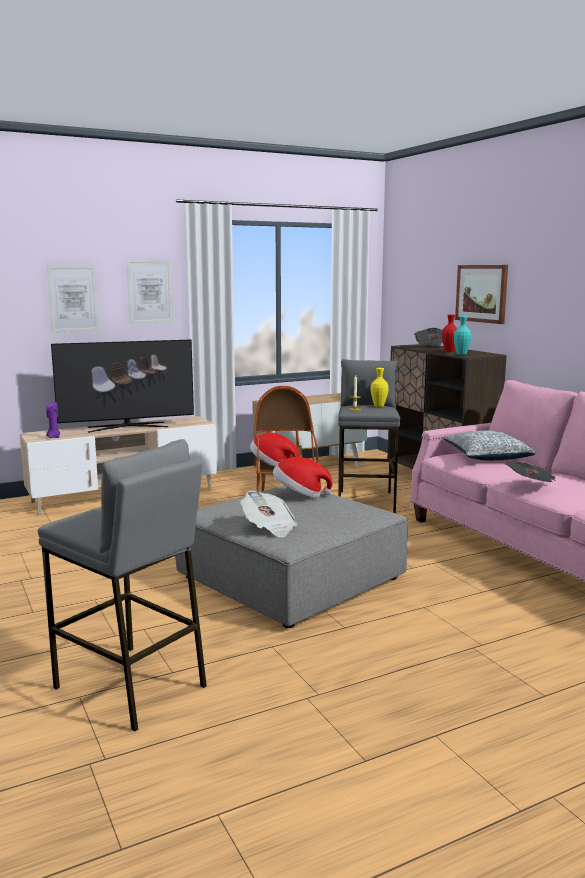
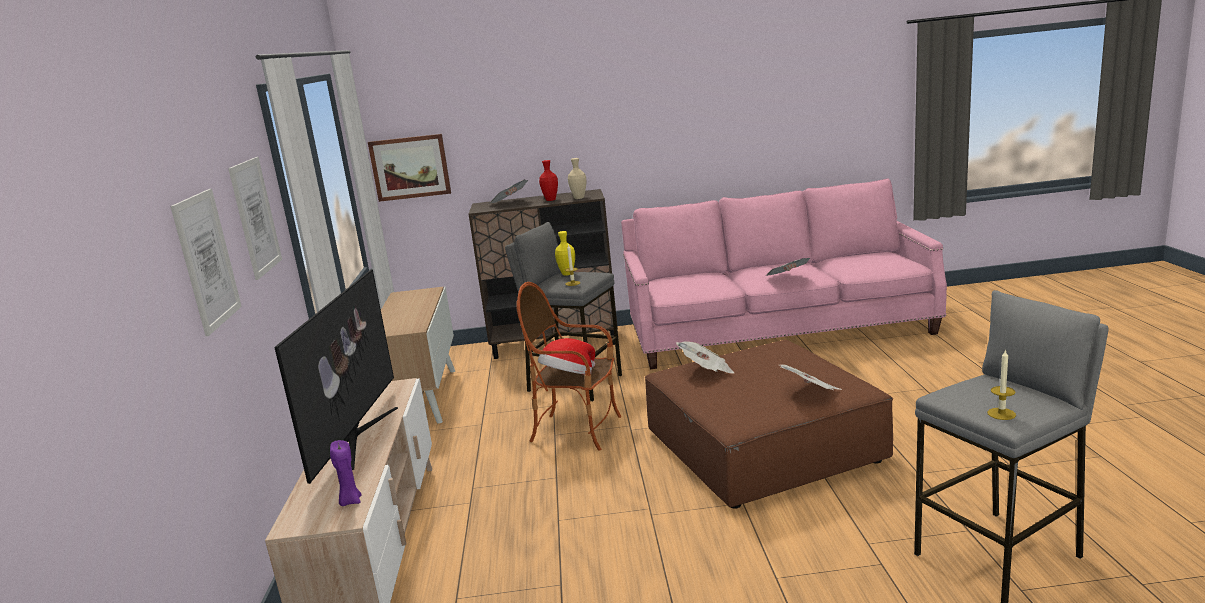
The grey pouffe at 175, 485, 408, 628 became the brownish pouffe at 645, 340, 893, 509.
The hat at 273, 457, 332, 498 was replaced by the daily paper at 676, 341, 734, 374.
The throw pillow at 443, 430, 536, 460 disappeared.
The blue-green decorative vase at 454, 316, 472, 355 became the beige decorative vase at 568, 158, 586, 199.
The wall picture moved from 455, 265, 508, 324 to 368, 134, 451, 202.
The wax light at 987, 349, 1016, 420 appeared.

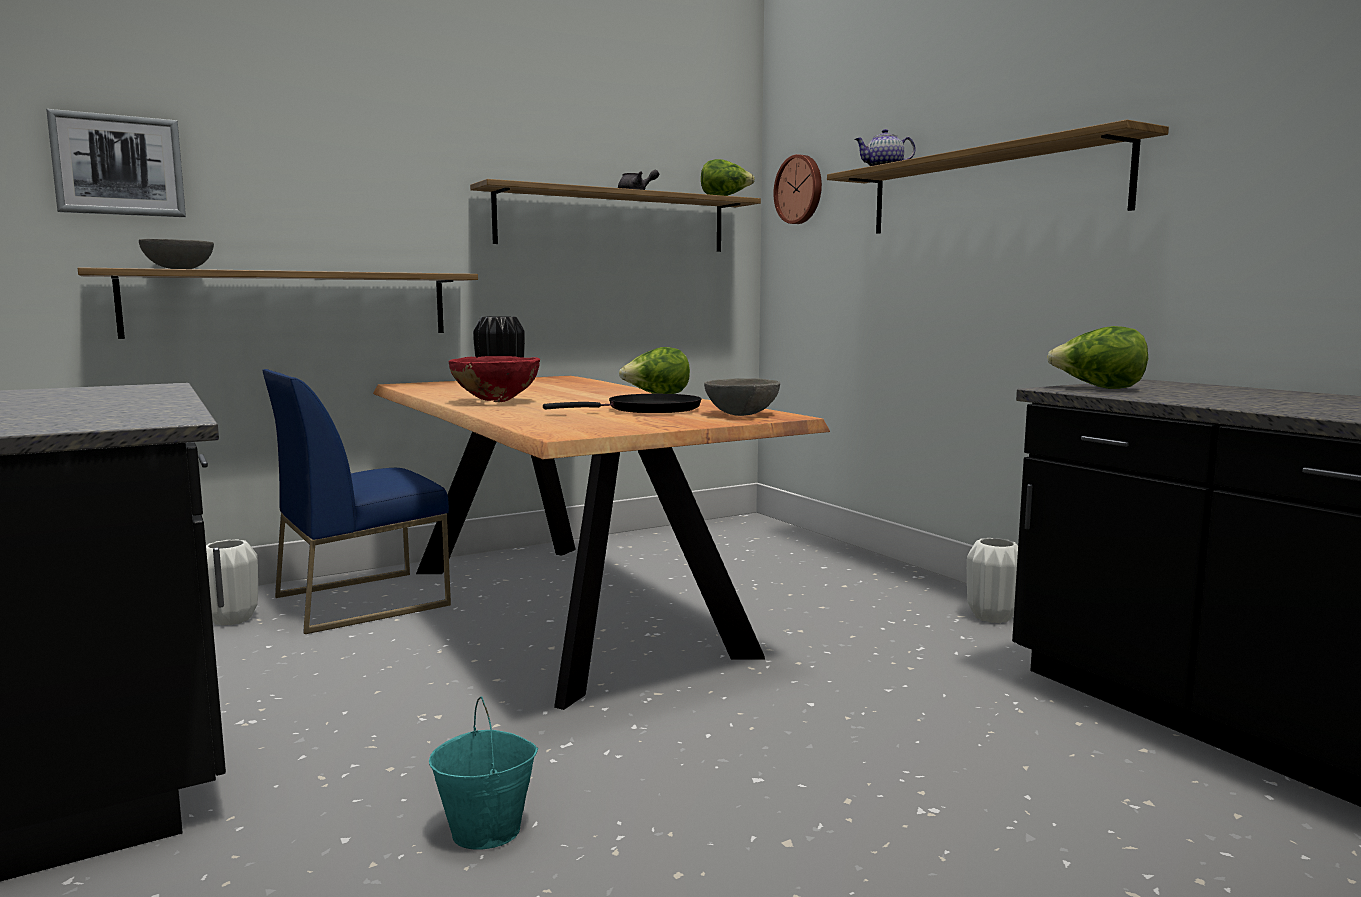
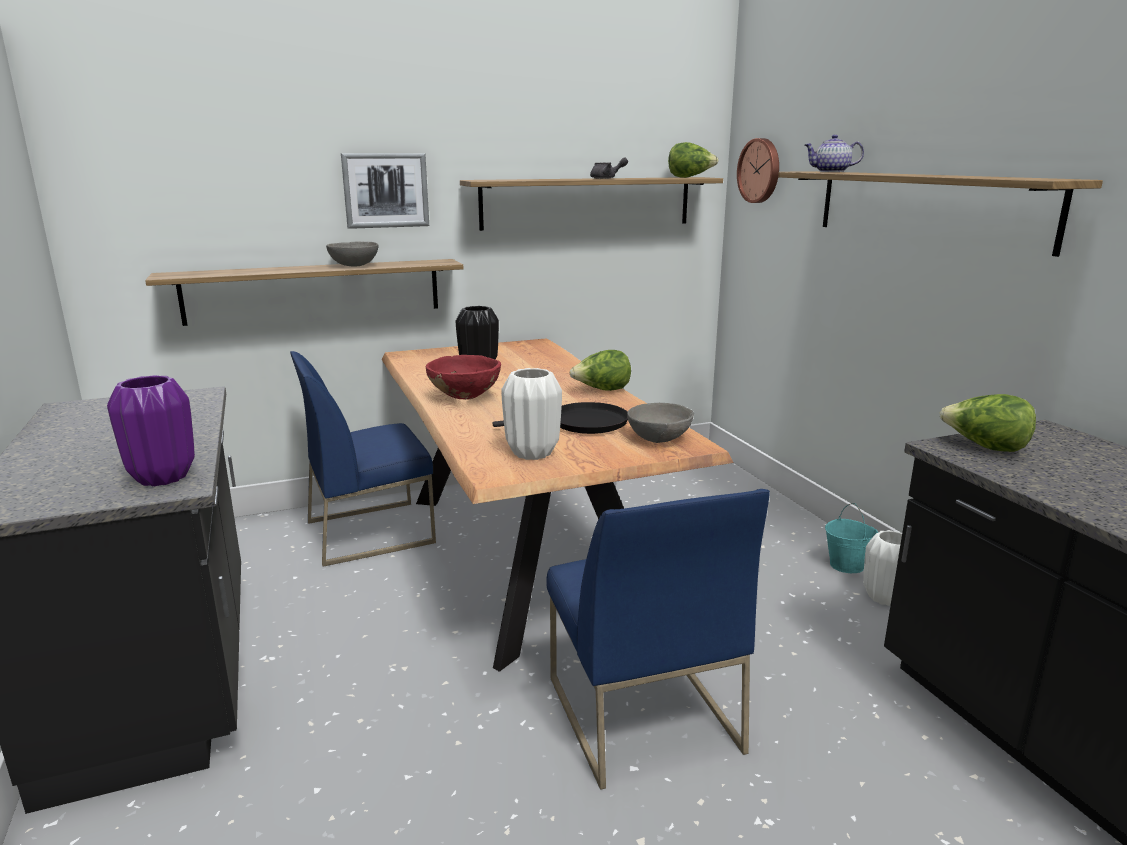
The wall picture moved from 46, 109, 186, 217 to 341, 153, 429, 229.
The grey deep dish moved from 139, 239, 214, 269 to 326, 241, 378, 266.
The white-coloured decorative vase moved from 206, 539, 258, 626 to 501, 368, 562, 460.
The blue-green pail moved from 429, 696, 538, 850 to 825, 503, 878, 573.
The purple decorative vase at 107, 375, 195, 486 appeared.
The blue-coloured chair at 546, 489, 770, 790 appeared.

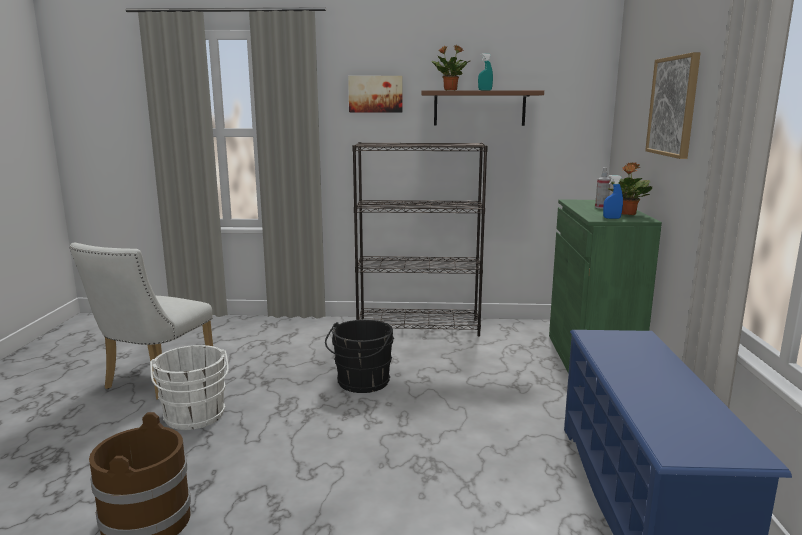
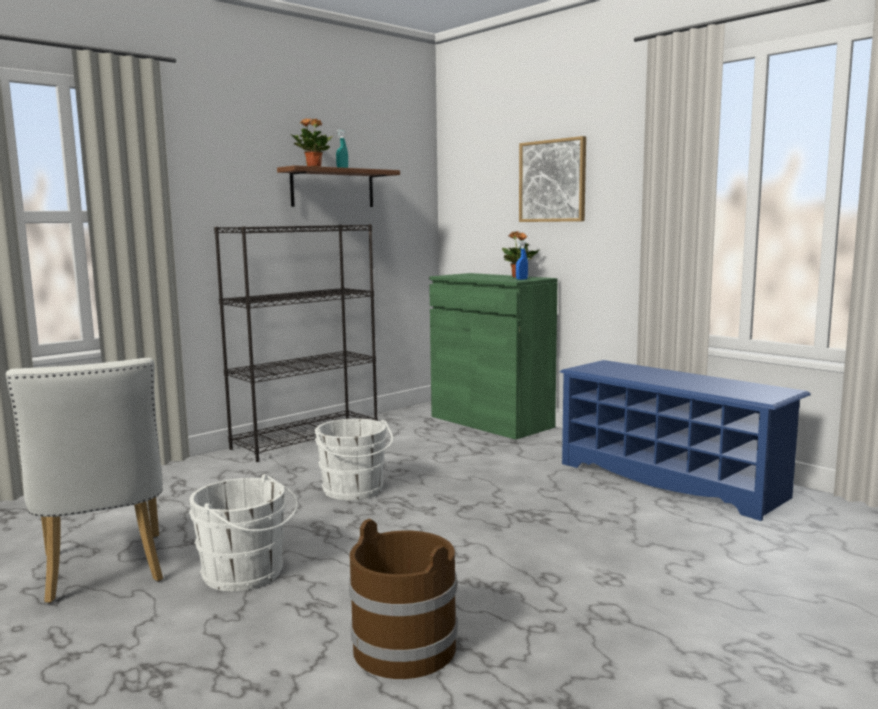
The black-coloured pail at 325, 320, 394, 393 became the white-coloured pail at 315, 419, 393, 500.
The wall picture at 348, 76, 403, 112 disappeared.
The hand sprayer at 595, 167, 611, 209 disappeared.

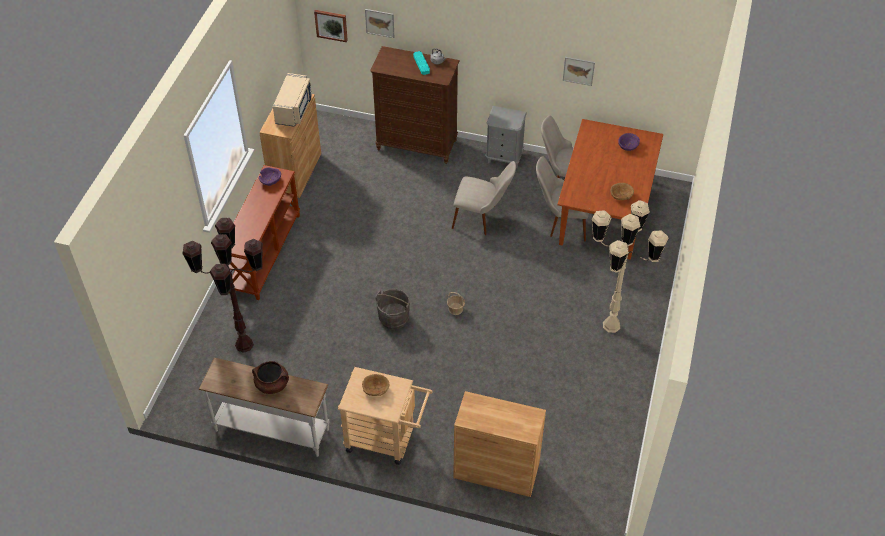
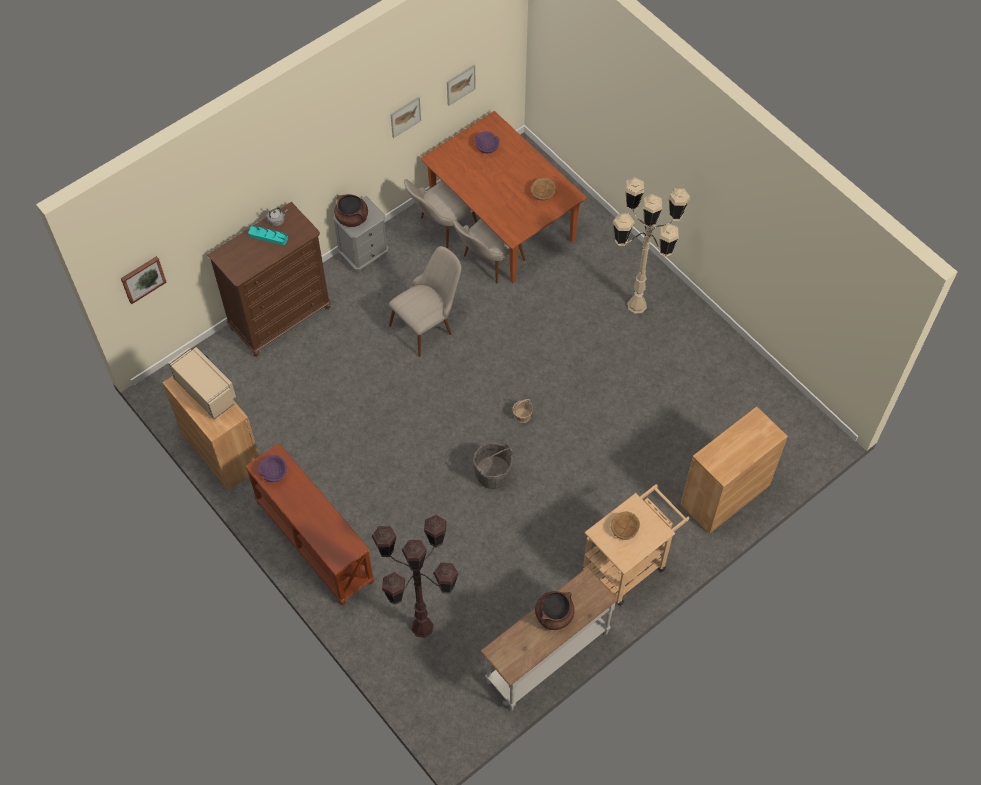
The wall picture moved from 365, 9, 394, 38 to 447, 65, 476, 106.
The brownish cooking pot at 334, 194, 368, 227 appeared.

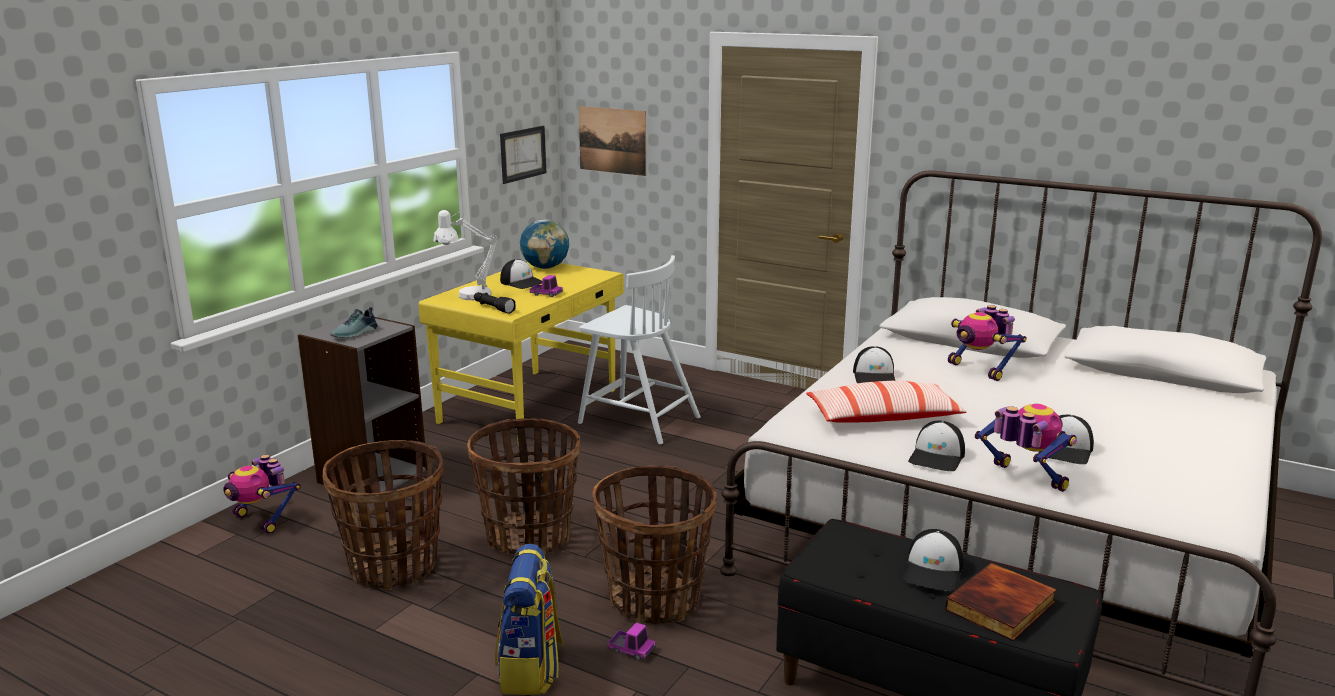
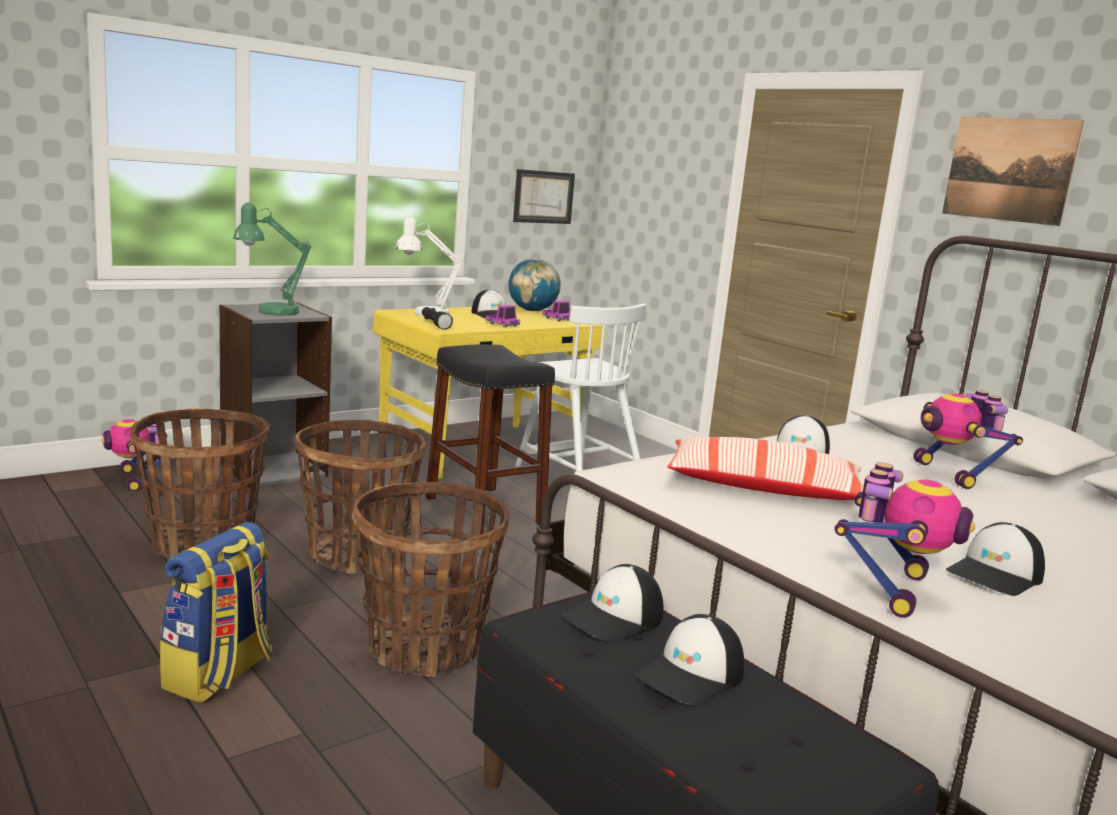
The shoe at 330, 307, 378, 338 was replaced by the greenish lamp for a table at 233, 203, 311, 316.
The wall picture moved from 579, 106, 646, 176 to 942, 117, 1084, 226.
The toy lorry moved from 607, 622, 656, 660 to 542, 301, 570, 321.
The baseball cap moved from 908, 421, 965, 471 to 562, 564, 663, 642.
The bound book at 945, 563, 1057, 641 disappeared.
The toy robot at 975, 404, 1077, 492 turned 45 degrees clockwise.
The black-coloured sitting stool at 426, 344, 555, 535 appeared.

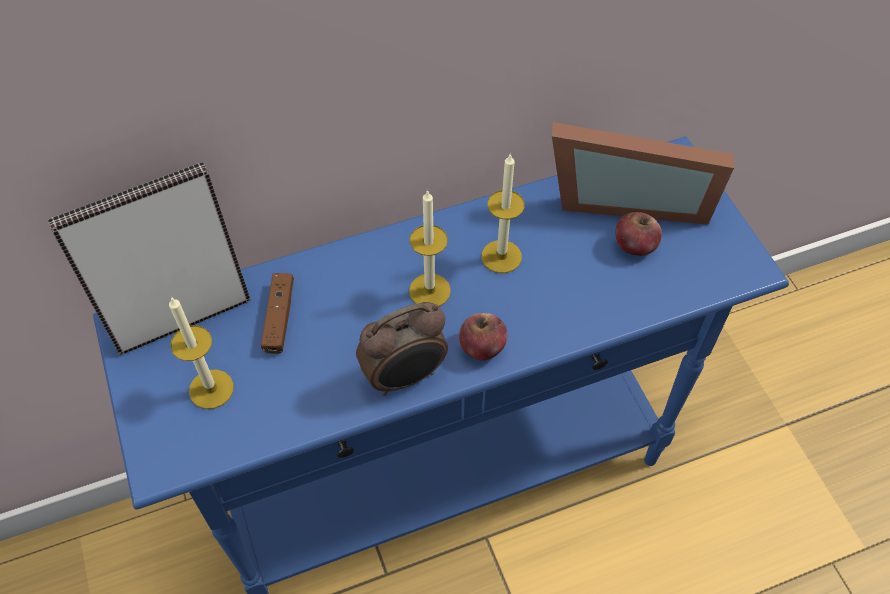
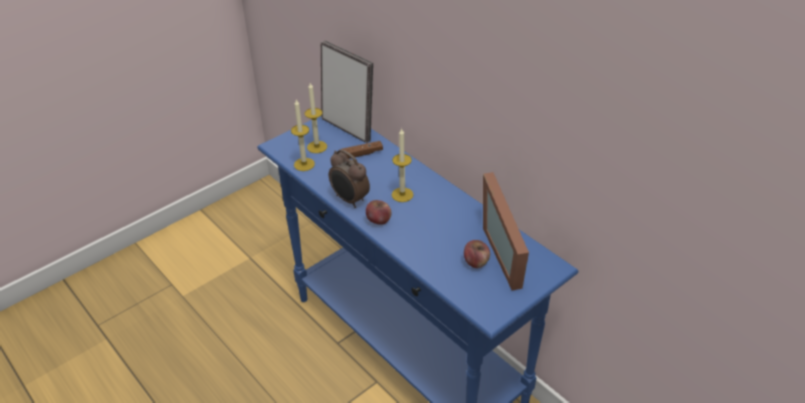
The wax light moved from 482, 153, 524, 273 to 291, 100, 315, 171.

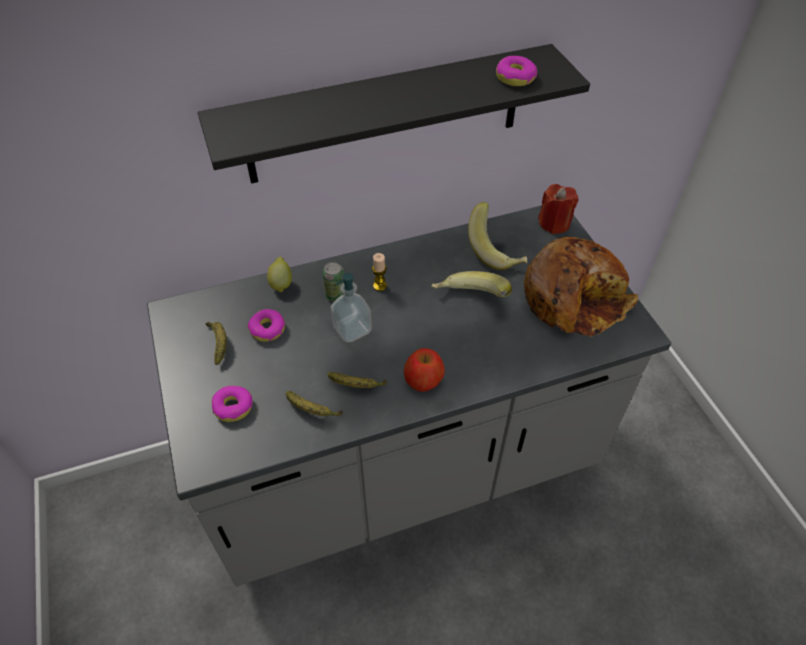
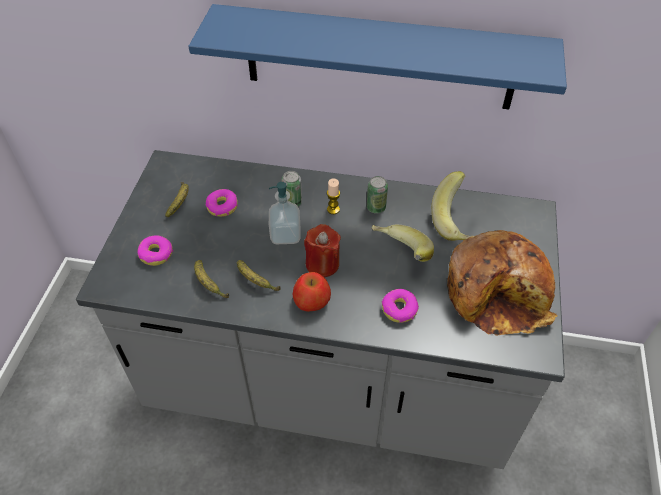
The black-coloured bracket shelf at 198, 44, 590, 184 became the blue-coloured bracket shelf at 189, 4, 567, 109.
The whole lemon at 267, 257, 292, 293 disappeared.
The donut moved from 496, 56, 537, 86 to 382, 289, 419, 323.
The reddish wax light moved from 538, 184, 578, 234 to 304, 224, 341, 277.
The sealed can at 367, 176, 388, 214 appeared.

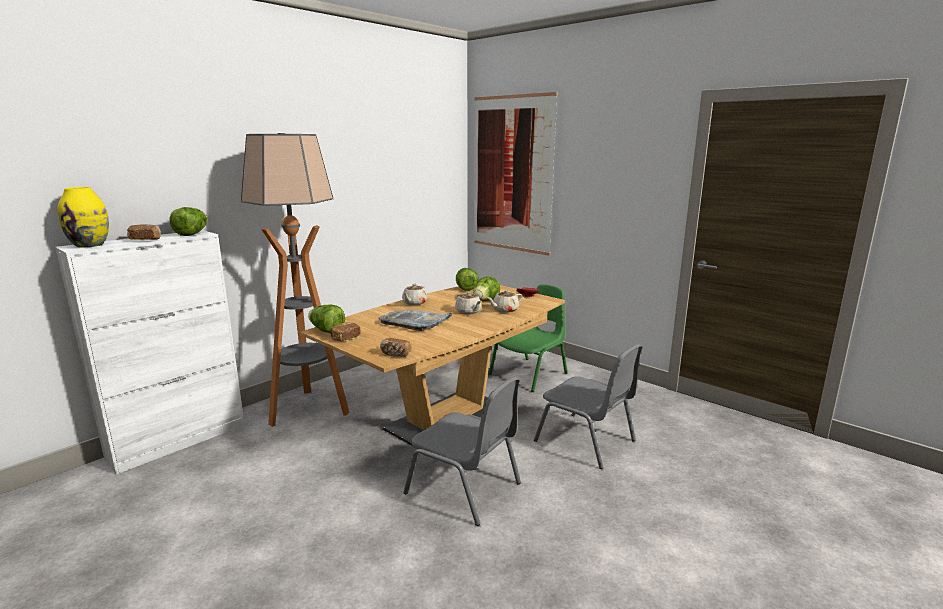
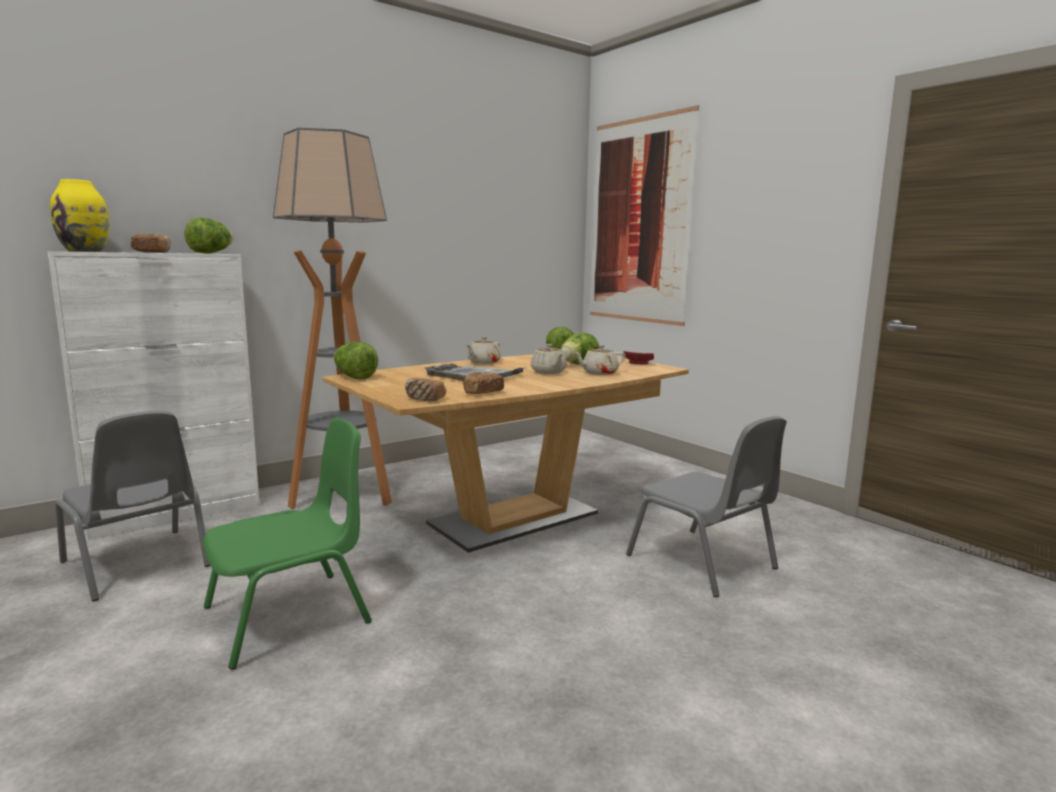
The bakery bread moved from 331, 322, 361, 341 to 464, 372, 504, 394.
The grey chair moved from 404, 377, 521, 526 to 55, 411, 210, 601.
The greenish chair moved from 489, 284, 568, 392 to 203, 418, 372, 670.

